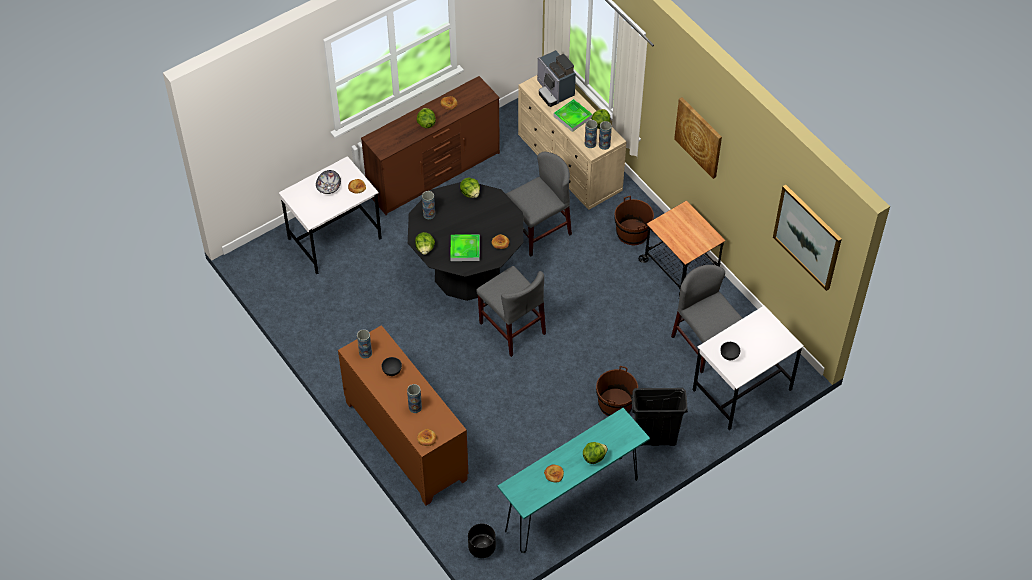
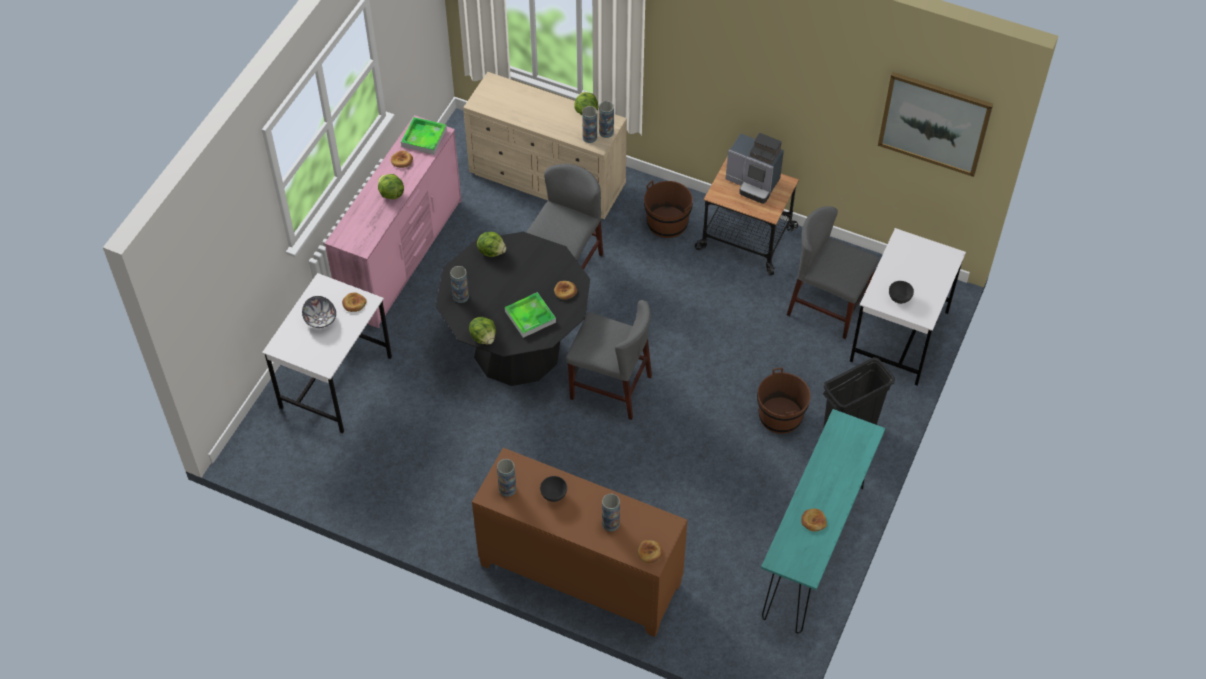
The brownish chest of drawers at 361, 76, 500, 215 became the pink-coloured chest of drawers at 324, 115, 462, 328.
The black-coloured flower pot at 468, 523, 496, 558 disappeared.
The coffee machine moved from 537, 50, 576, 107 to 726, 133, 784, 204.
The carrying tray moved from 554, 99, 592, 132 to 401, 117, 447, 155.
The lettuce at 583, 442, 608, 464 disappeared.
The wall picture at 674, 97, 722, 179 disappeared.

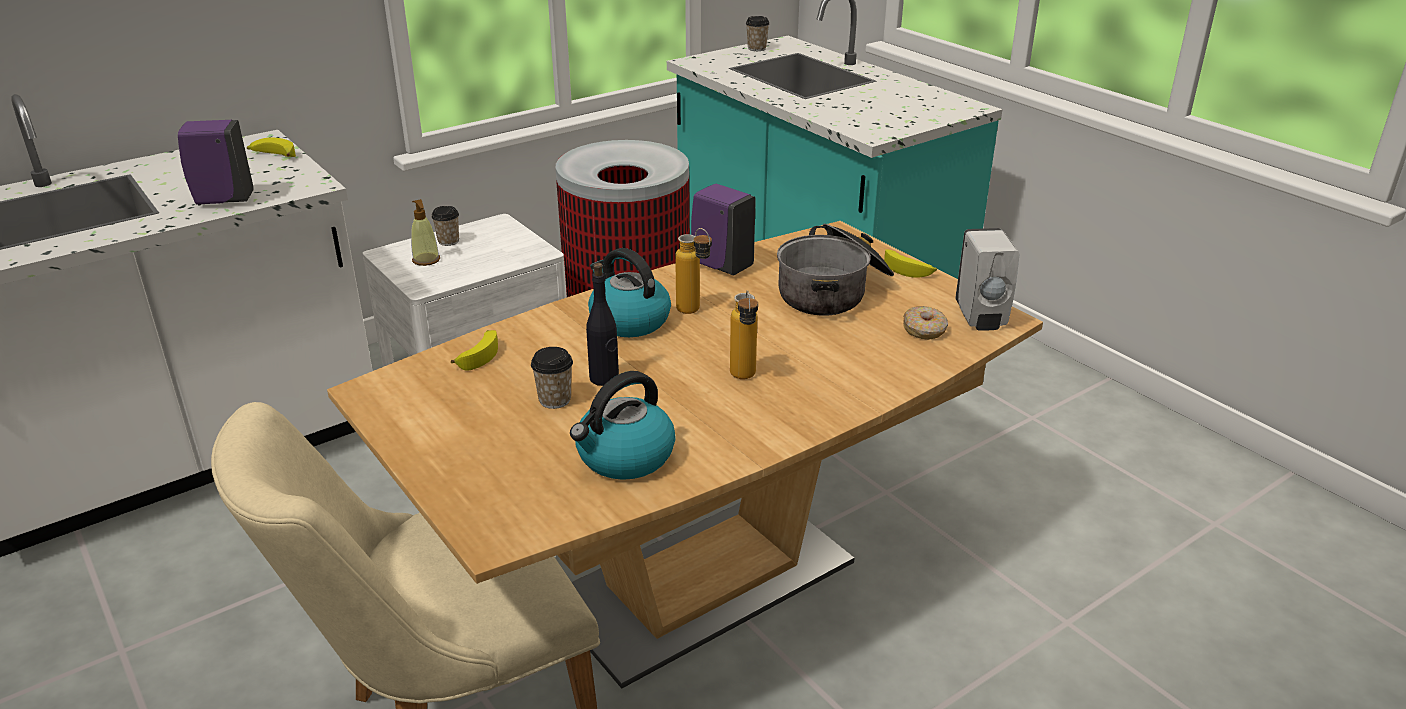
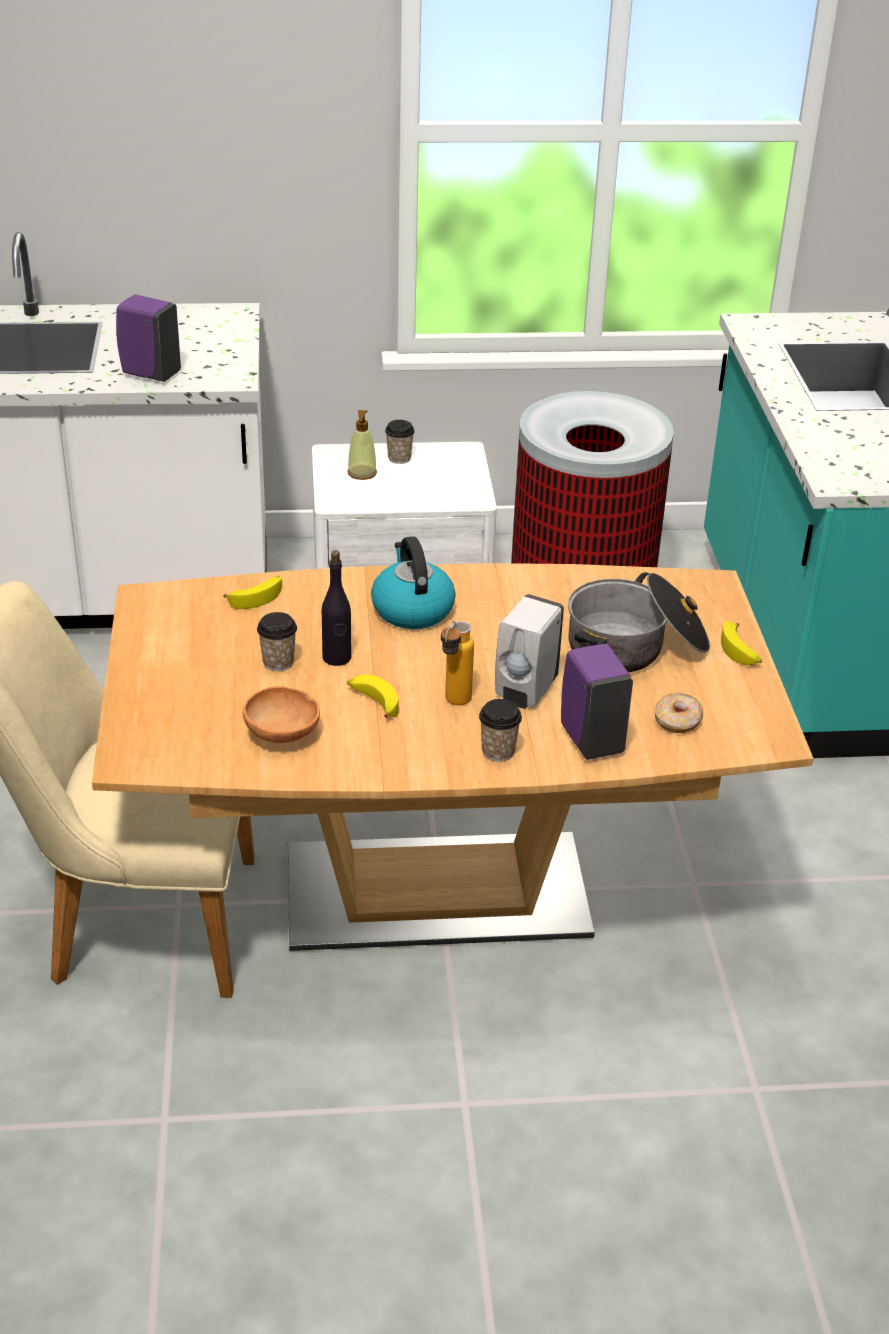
The whole banana moved from 247, 137, 296, 157 to 347, 675, 399, 718.
The kettle at 570, 371, 676, 480 was replaced by the brownish deep dish at 243, 686, 320, 743.
The bottle at 675, 228, 712, 314 disappeared.
The purple soap bottle moved from 691, 184, 756, 276 to 561, 644, 633, 760.
The small cup moved from 746, 16, 769, 51 to 479, 699, 522, 762.
The white-coloured soap bottle moved from 955, 228, 1019, 331 to 495, 594, 564, 709.

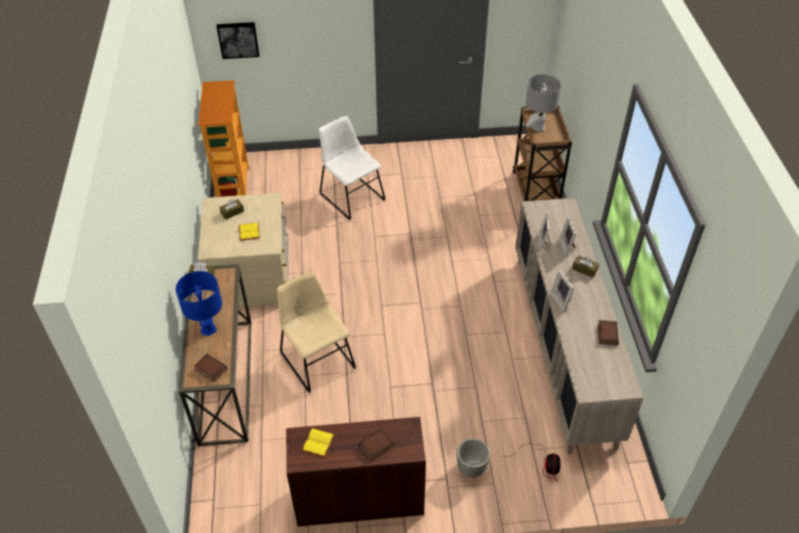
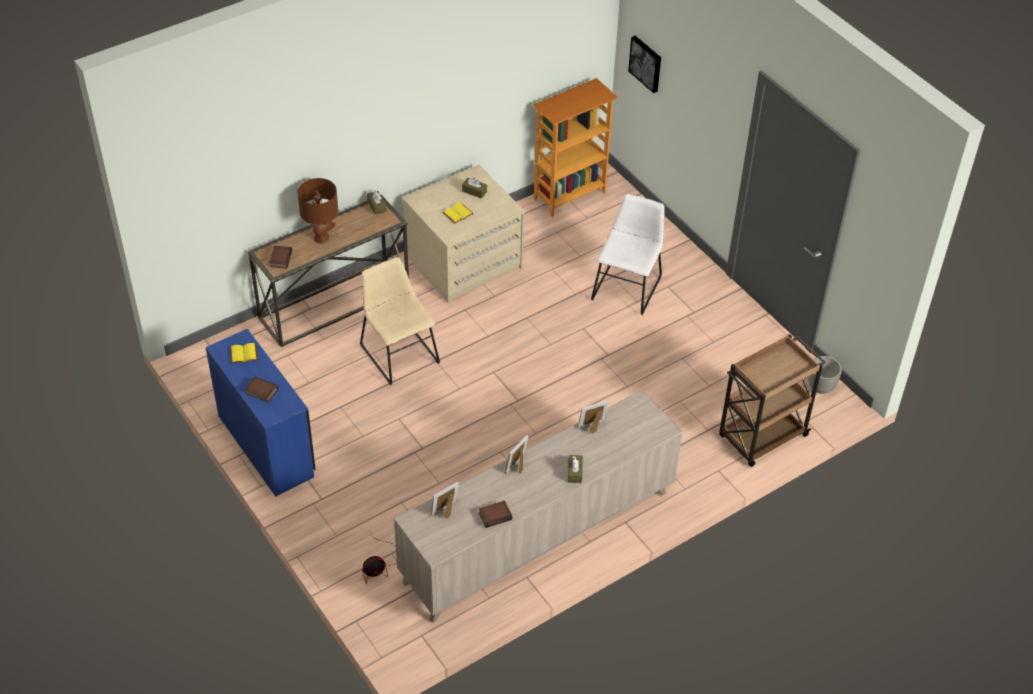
The blue-coloured lamp for a table at 176, 271, 222, 336 became the brownish lamp for a table at 297, 178, 338, 244.
The beige chair at 277, 271, 356, 393 turned 60 degrees counterclockwise.
The brownish desk unit at 286, 417, 426, 527 became the blue-coloured desk unit at 205, 329, 316, 497.
The flower pot moved from 457, 438, 490, 478 to 808, 356, 842, 394.
The grey lamp for a table at 526, 74, 561, 131 disappeared.
The standing frame moved from 559, 217, 576, 256 to 431, 481, 459, 519.

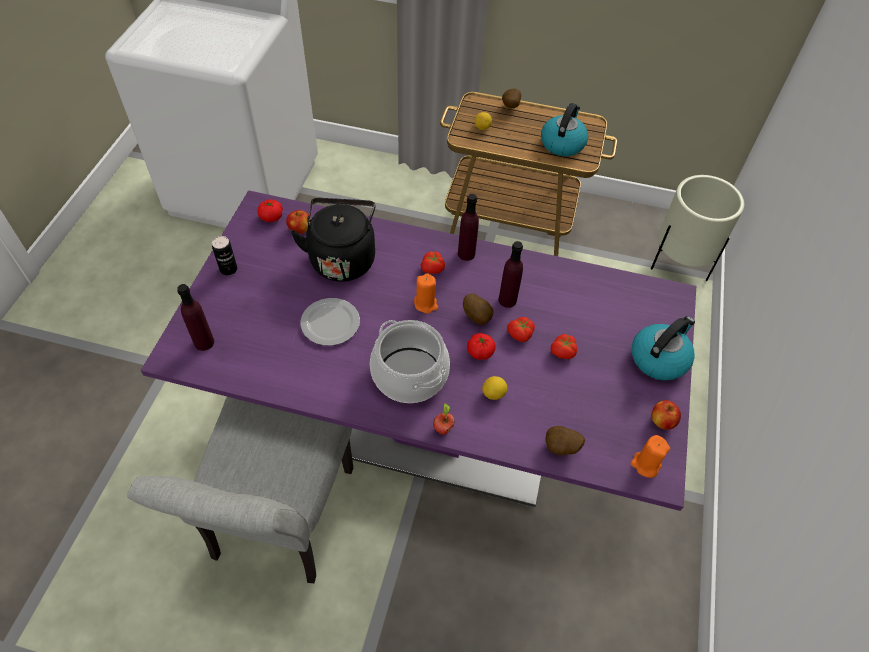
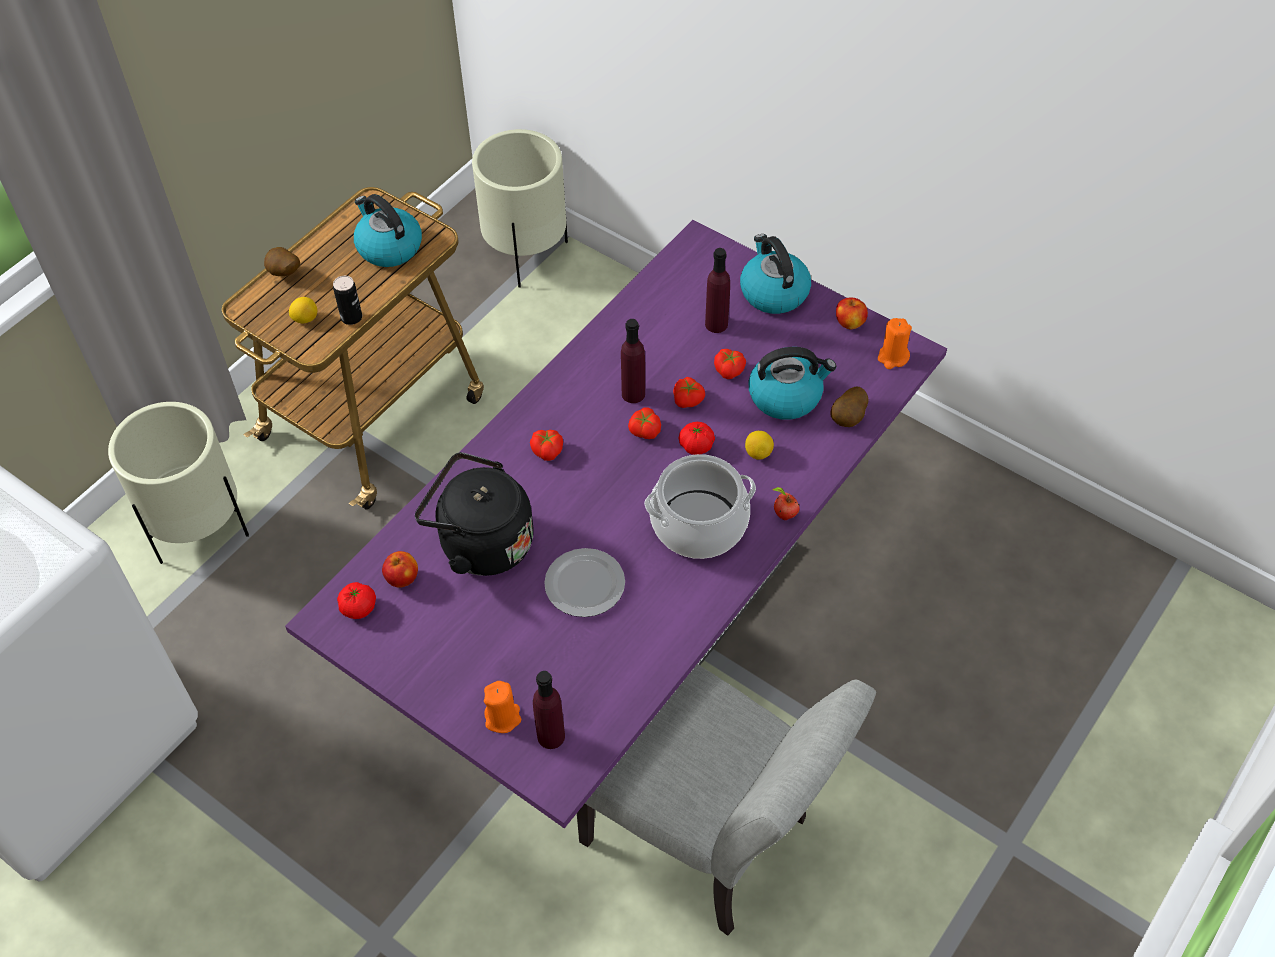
The sealed can moved from 212, 236, 237, 275 to 333, 276, 362, 325.
The orange wax light moved from 414, 273, 438, 314 to 484, 681, 521, 733.
The purple bottle moved from 458, 194, 479, 261 to 705, 248, 730, 333.
The spud at 463, 293, 493, 325 was replaced by the tomato at 628, 408, 661, 439.
The beige flower pot at 108, 402, 249, 564 appeared.
The kettle at 748, 347, 836, 420 appeared.

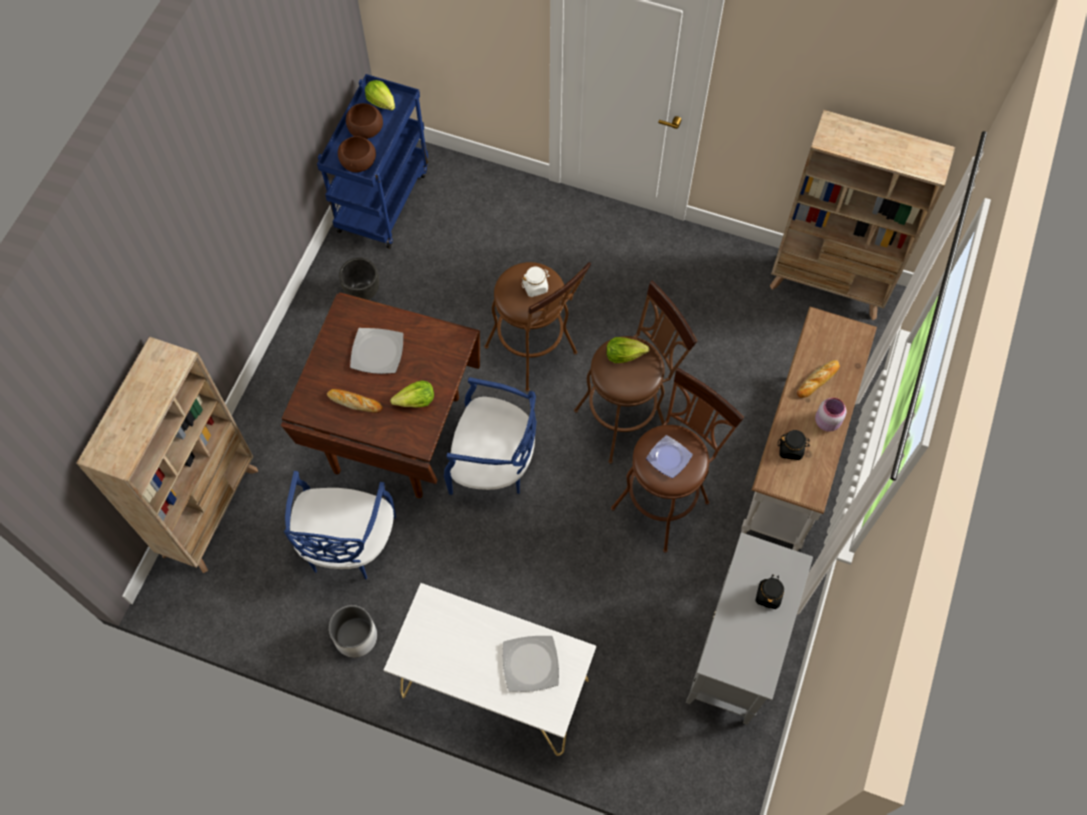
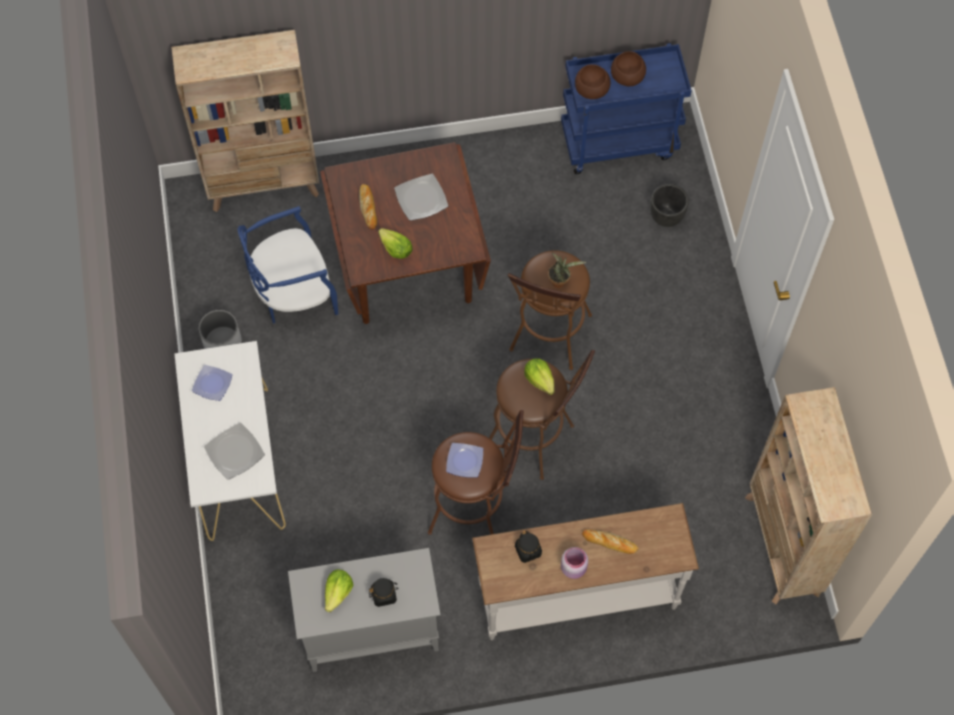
The black-coloured flower pot moved from 339, 258, 379, 300 to 650, 184, 689, 227.
The lettuce moved from 365, 80, 395, 110 to 325, 569, 353, 612.
The blue-coloured chair at 444, 377, 536, 495 disappeared.
The white-coloured preserve jar at 521, 267, 550, 297 was replaced by the potted plant at 548, 253, 586, 288.
The plate at 192, 365, 232, 401 appeared.

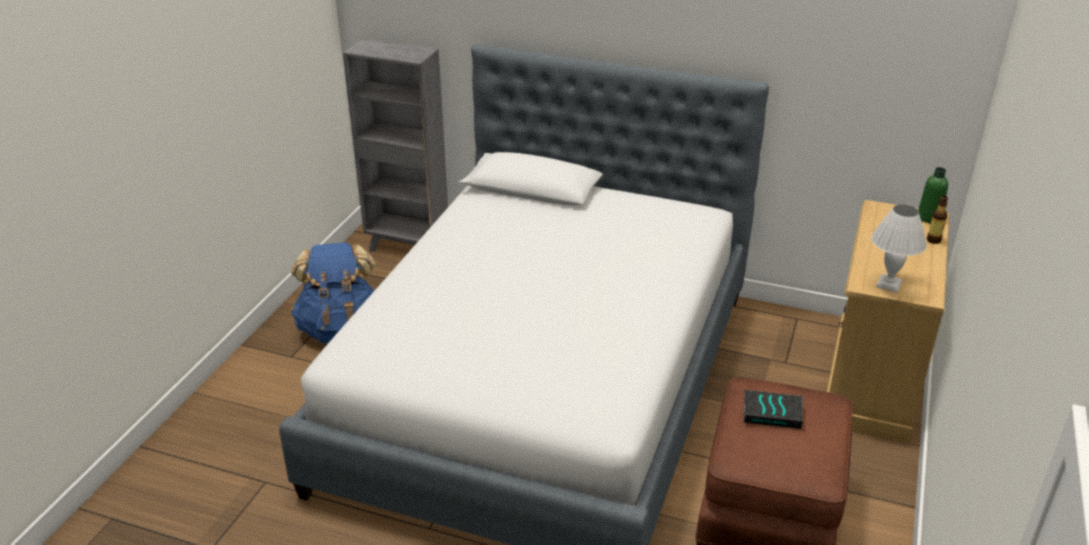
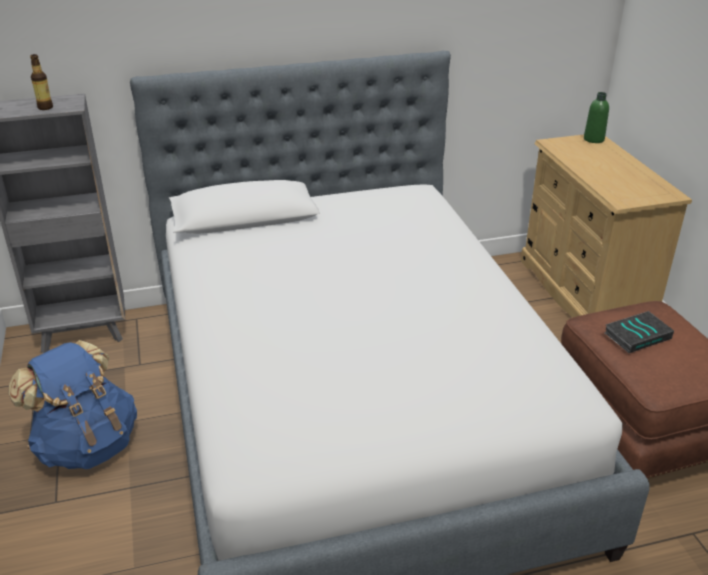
The white-coloured lamp for a table at 871, 204, 927, 293 disappeared.
The bottle moved from 927, 196, 948, 244 to 30, 54, 53, 110.

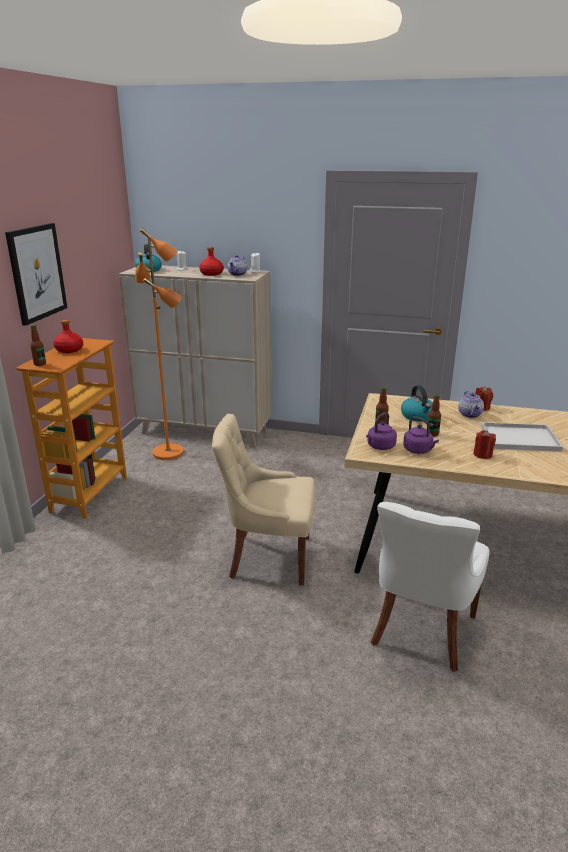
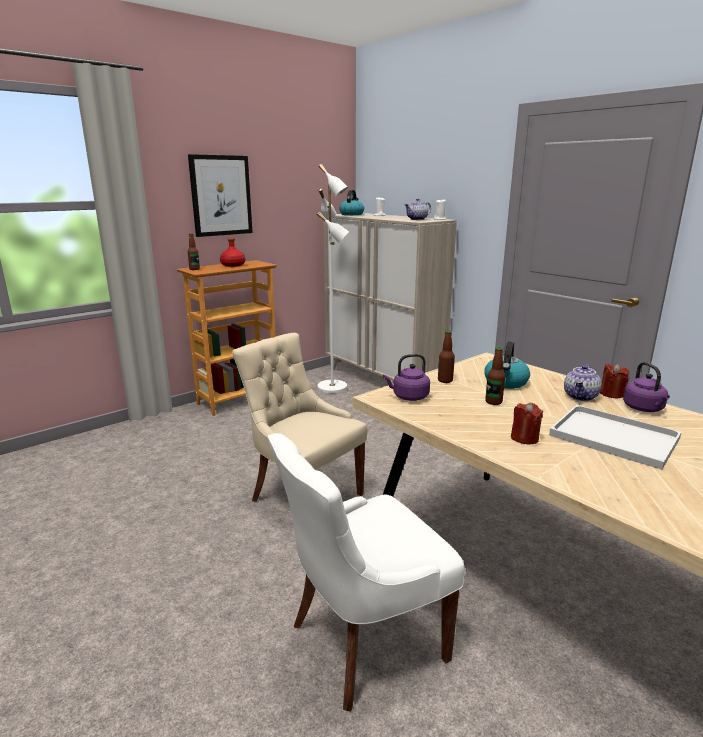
The orange standard lamp at 135, 228, 184, 460 became the white-coloured standard lamp at 317, 164, 349, 393.
The reddish bottle at 199, 247, 224, 276 disappeared.
The purple kettle moved from 403, 417, 439, 454 to 623, 362, 670, 412.

